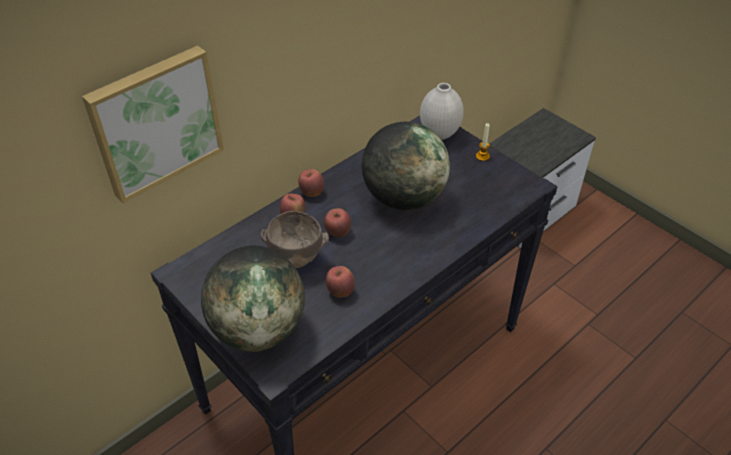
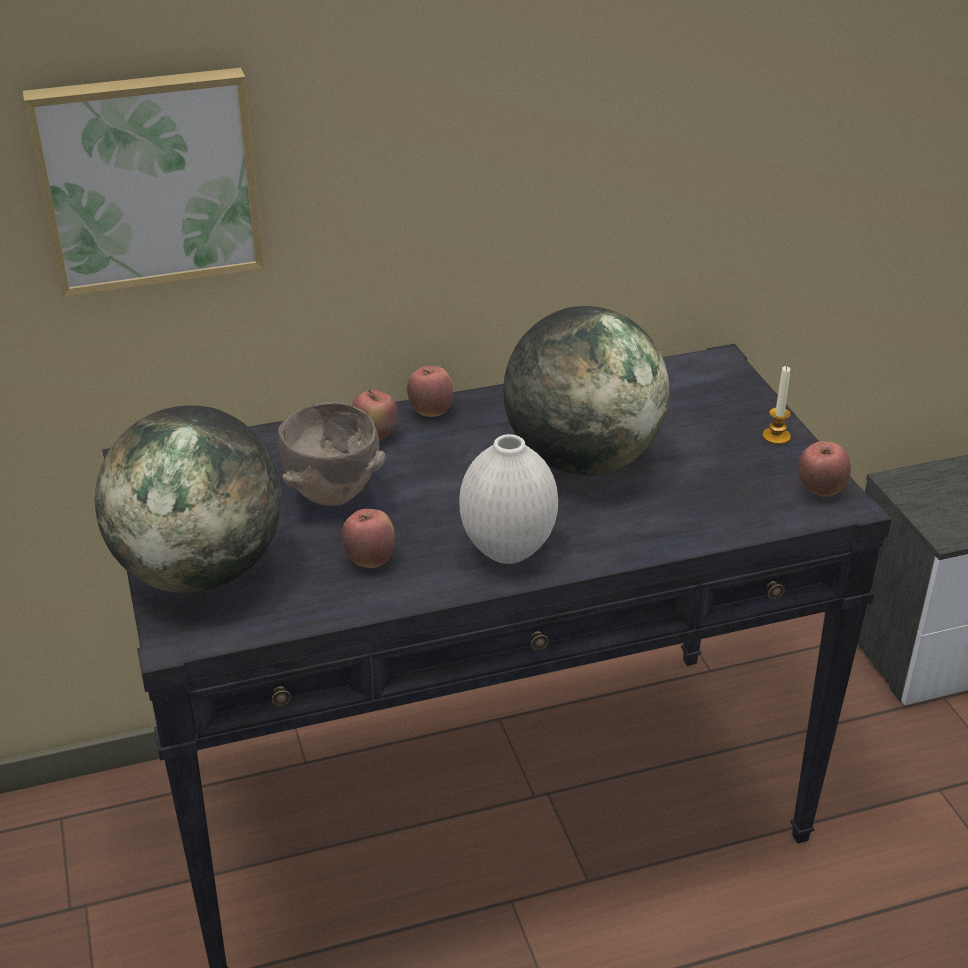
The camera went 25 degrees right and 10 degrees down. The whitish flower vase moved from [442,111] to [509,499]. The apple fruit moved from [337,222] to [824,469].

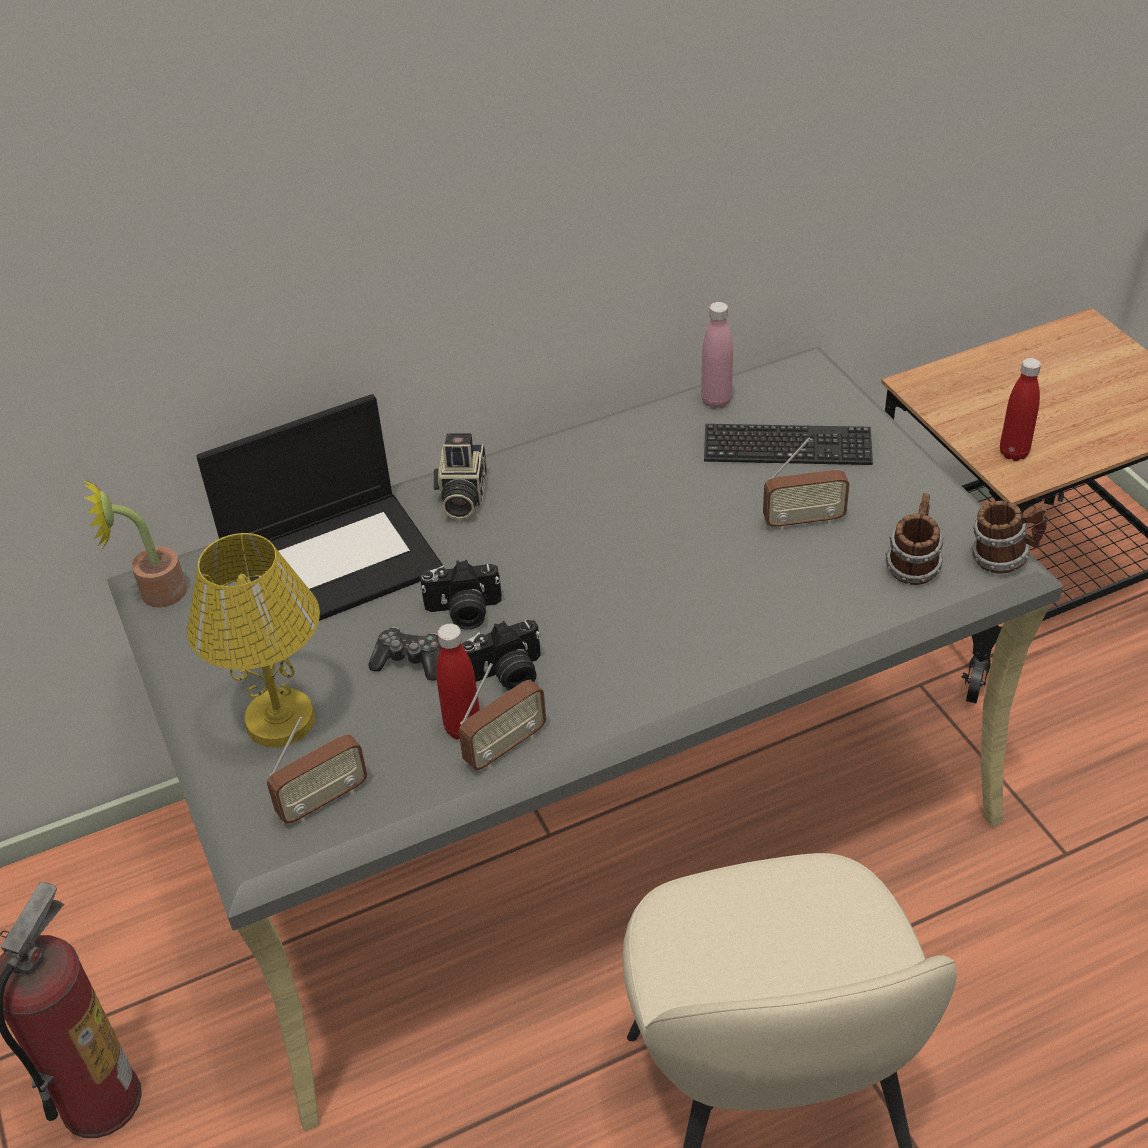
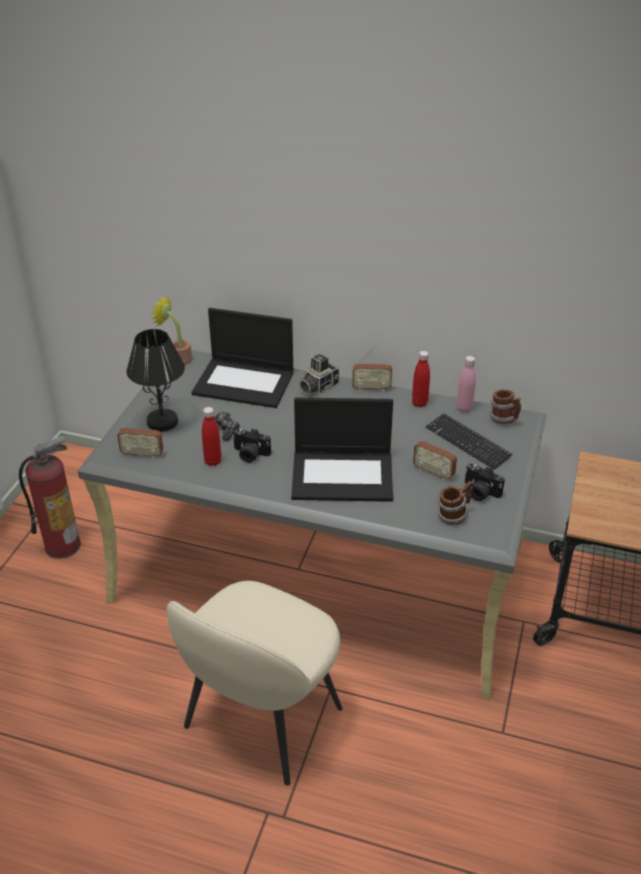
The camera went 40 degrees right and 5 degrees down. The yellow-coloured lamp for a table at [253,640] became the black-coloured lamp for a table at [155,380]. The notebook computer at [342,450] appeared. The radio moved from [502,716] to [372,368]. The reddish beverage bottle moved from [1020,409] to [421,379]. The photo camera moved from [461,595] to [485,483]. The coffee mug moved from [1009,537] to [505,406].

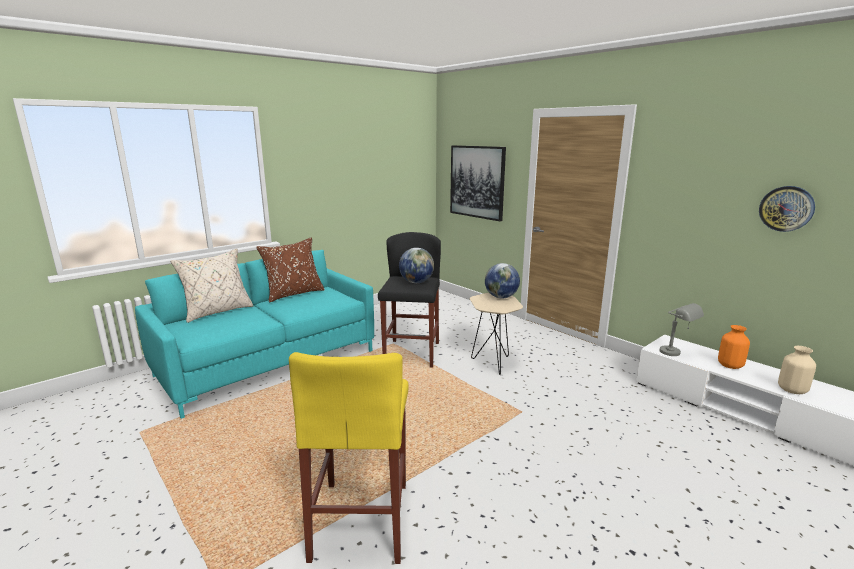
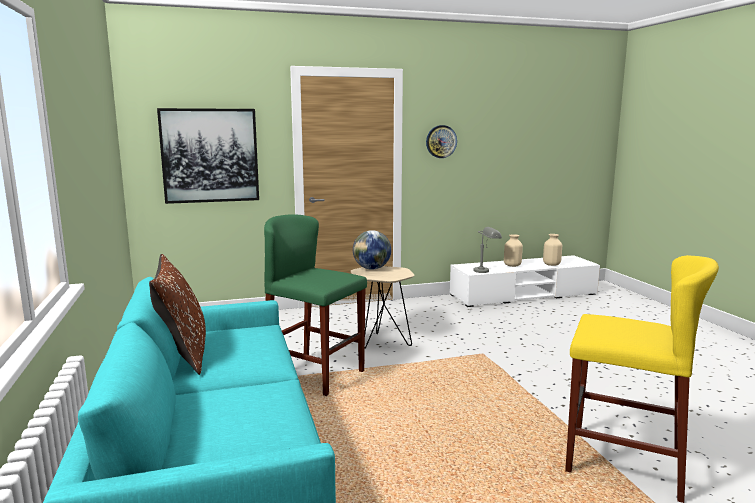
The camera went 65 degrees left and 5 degrees down. The black-coloured sitting stool at [409,300] became the green sitting stool at [315,305]. The clock on the wall moved from [787,209] to [441,141]. The orange flower vase at [734,347] became the sand-coloured flower vase at [513,250]. The sand-coloured cushion at [211,286] disappeared. The desk globe at [416,265] disappeared.

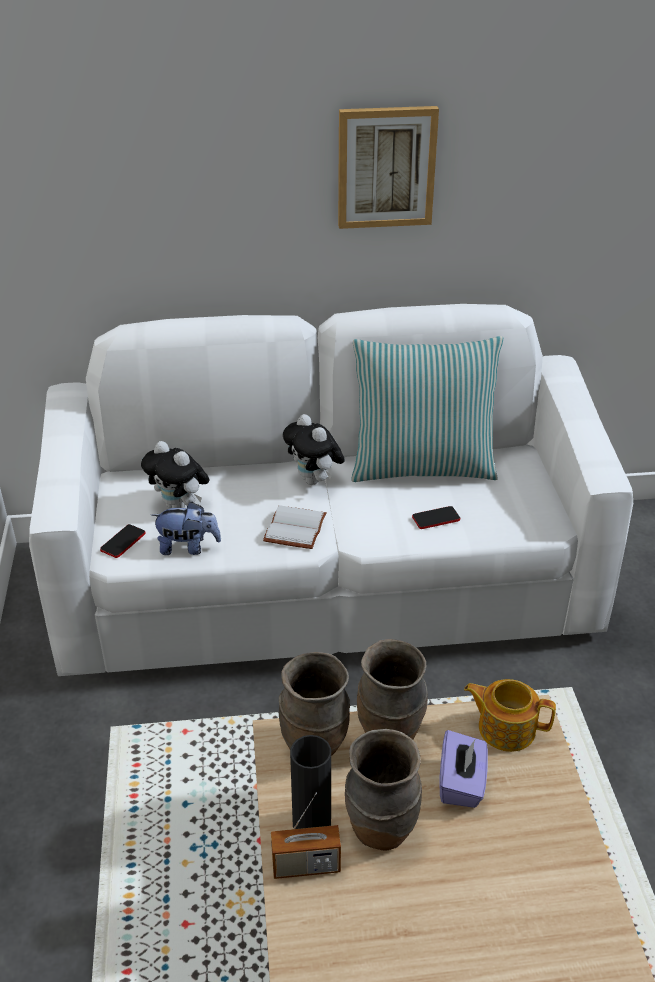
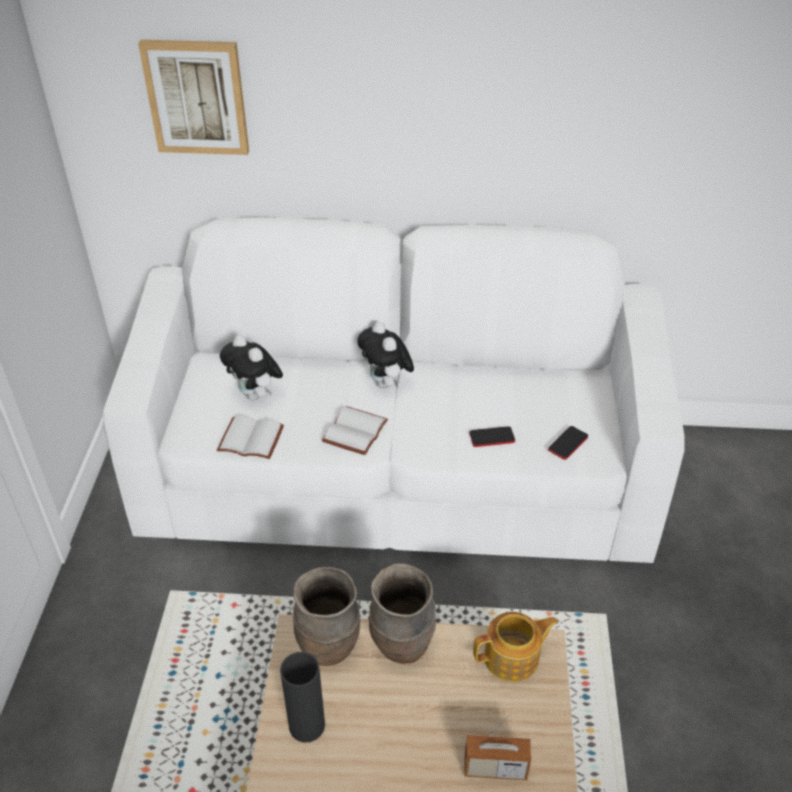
The camera went 10 degrees right and 5 degrees up. The wall art moved from [388,167] to [193,97]. The plush toy at [186,528] was replaced by the whitish volume at [250,437]. The radio moved from [306,835] to [497,745]. The tea pot at [510,715] turned 135 degrees clockwise. The handset moved from [122,541] to [568,443]. The brown flower vase at [383,790] disappeared. The cushion at [427,409] disappeared. The purple-coloured box of tissues at [464,769] disappeared.

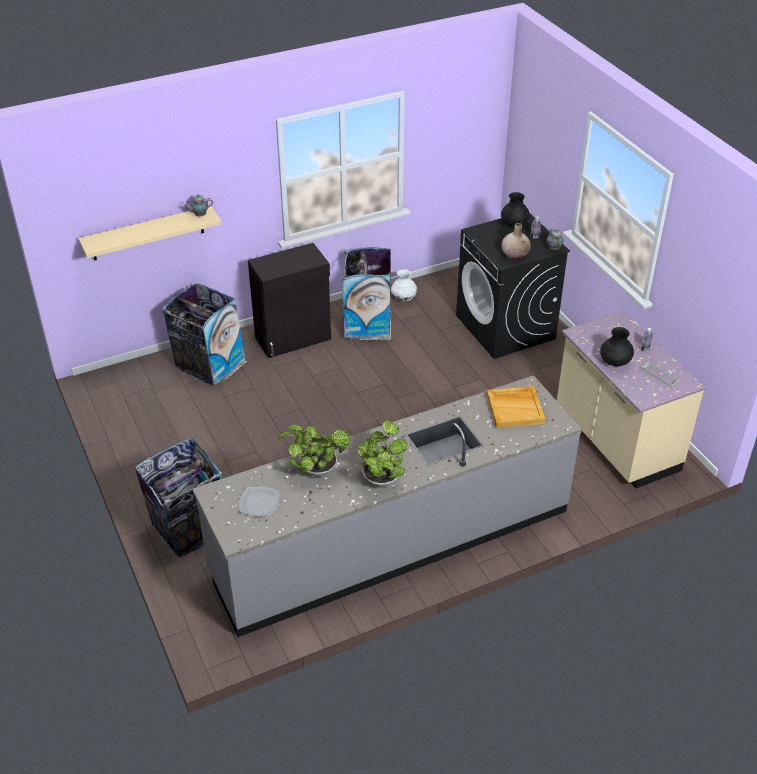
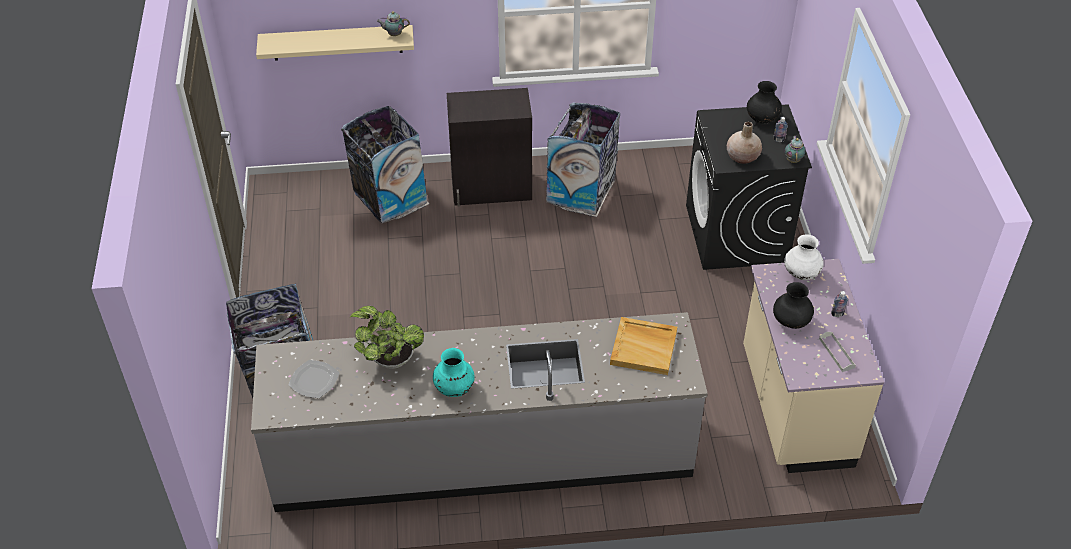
The camera went 20 degrees right and 5 degrees up. The plant in a pot at [382,453] was replaced by the turquoise flower vase at [454,372]. The whitish flower vase moved from [404,285] to [804,257].

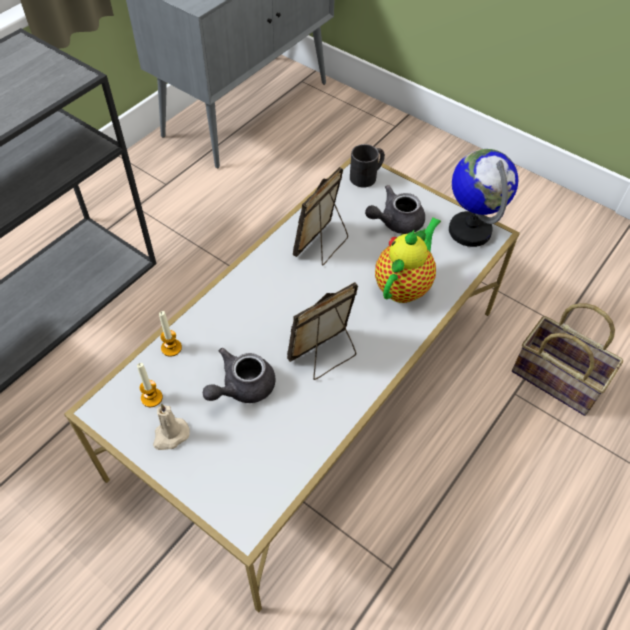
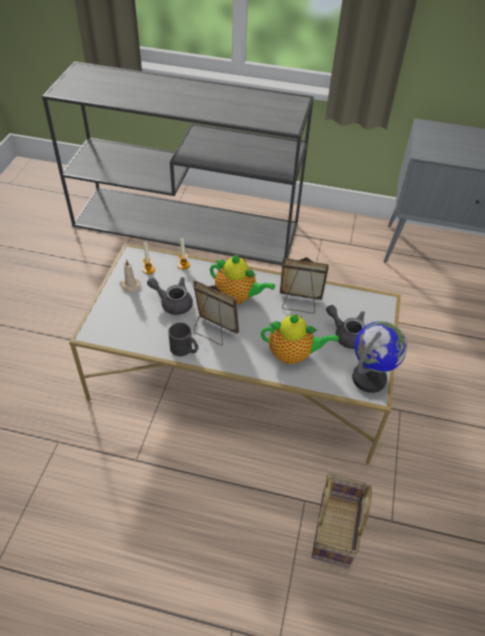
The camera went 65 degrees right and 5 degrees down. The black-coloured coffee mug moved from [367,166] to [183,339]. The tea pot at [242,279] appeared.

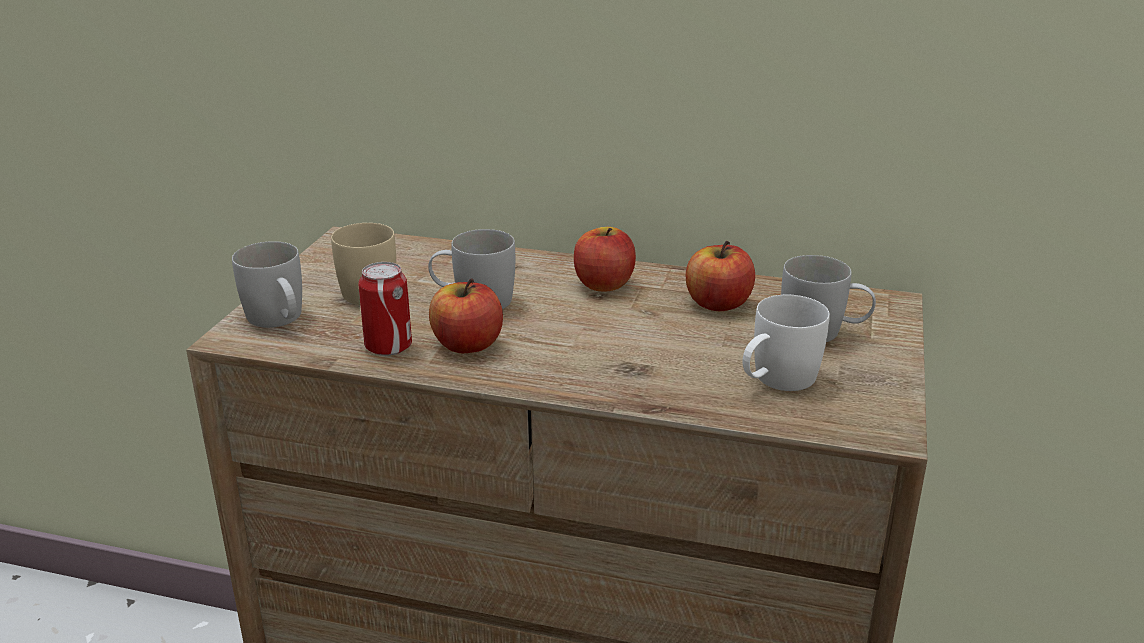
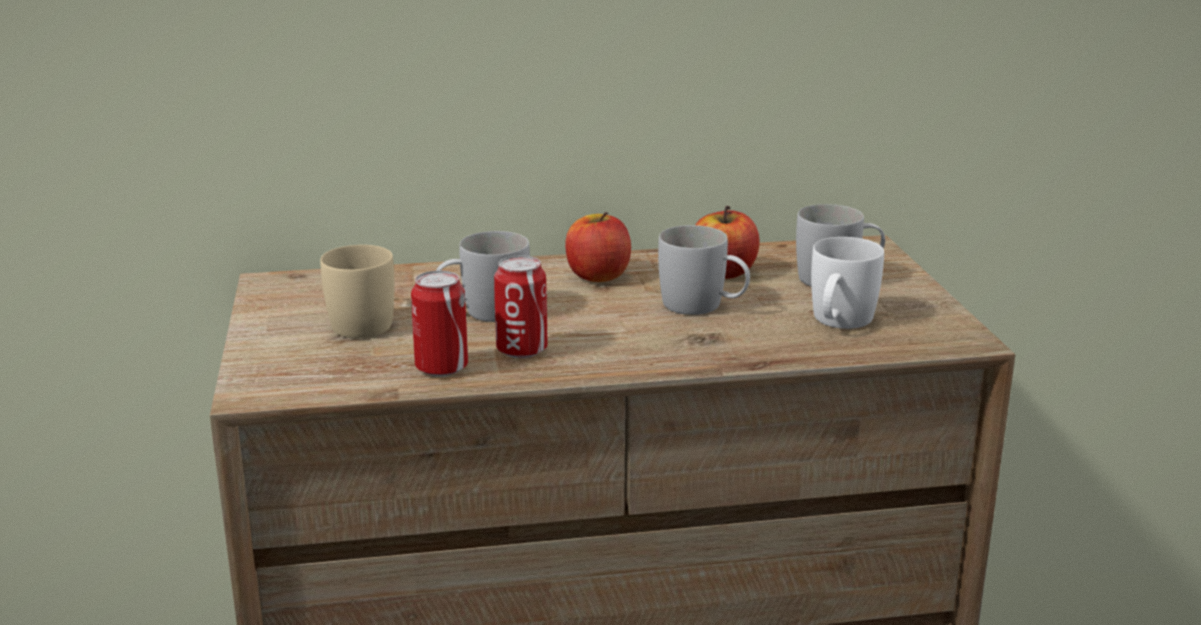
The camera went 25 degrees left and 5 degrees down. The apple fruit at [466,315] was replaced by the sealed can at [521,306]. The whitish coffee mug moved from [267,284] to [704,270].

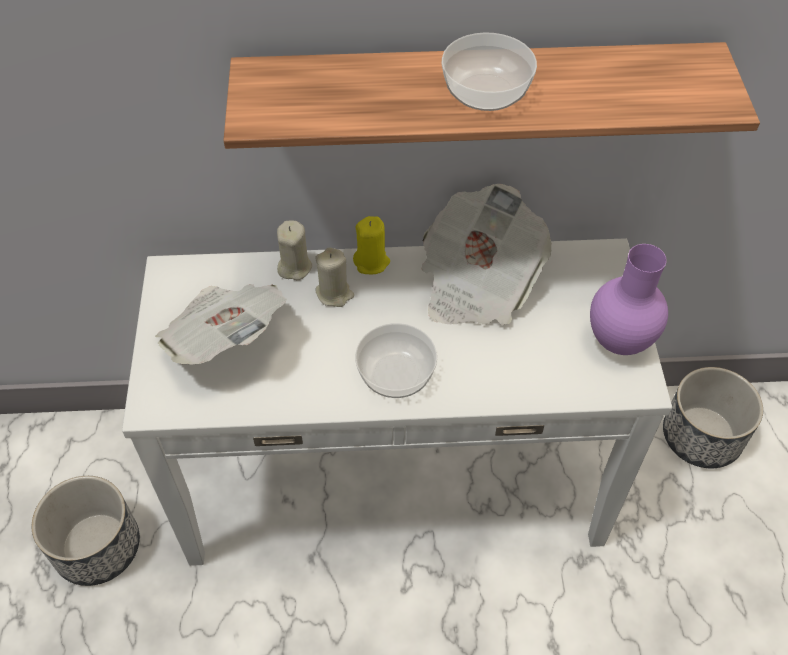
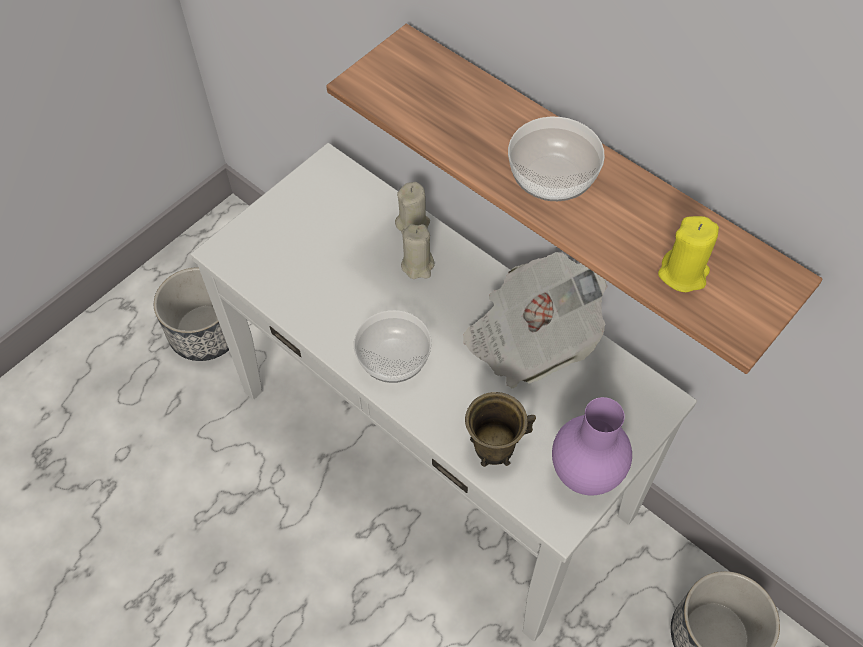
The camera went 45 degrees right and 5 degrees up. The brown coffee mug at [500,429] appeared. The yellow-coloured wax candle moved from [371,245] to [688,254]. The daily paper at [221,324] disappeared.

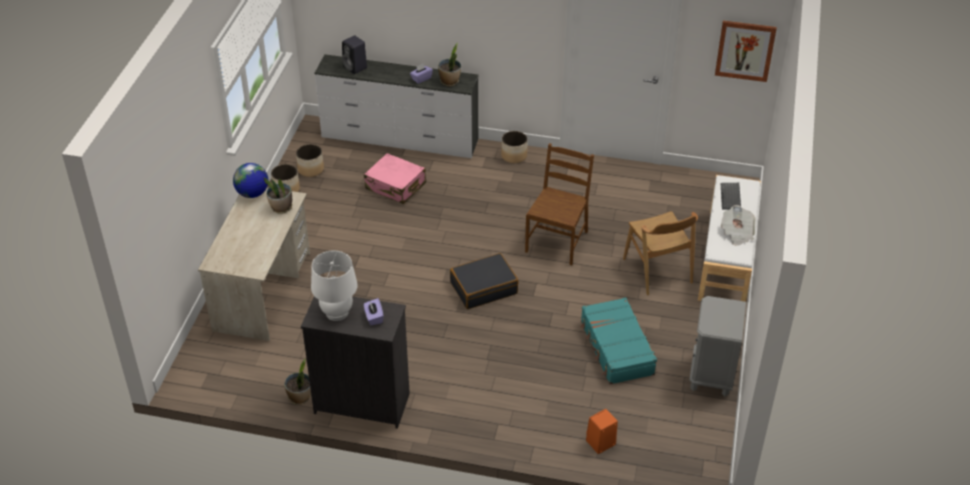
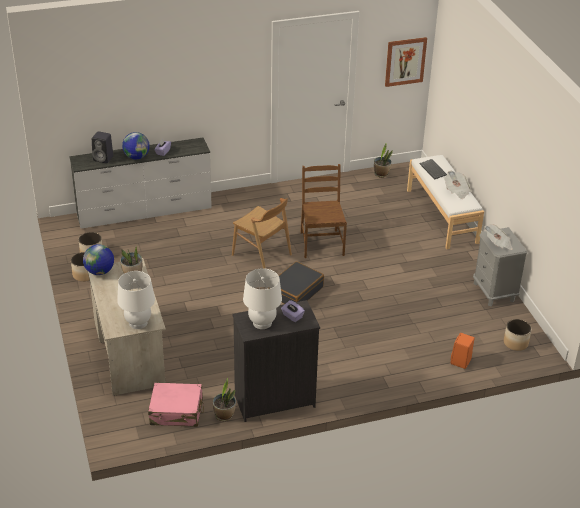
The camera went 30 degrees left and 5 degrees down. The whitish lamp for a table at [136,300] appeared. The desk globe at [136,145] appeared. The pinkish suitcase moved from [395,178] to [176,405]. The brown chair moved from [660,253] to [262,233]. The plant in a pot moved from [449,64] to [383,160]. The daily paper at [498,237] appeared. The plant pot moved from [514,147] to [518,335]. The turquoise suitcase at [618,340] disappeared.

